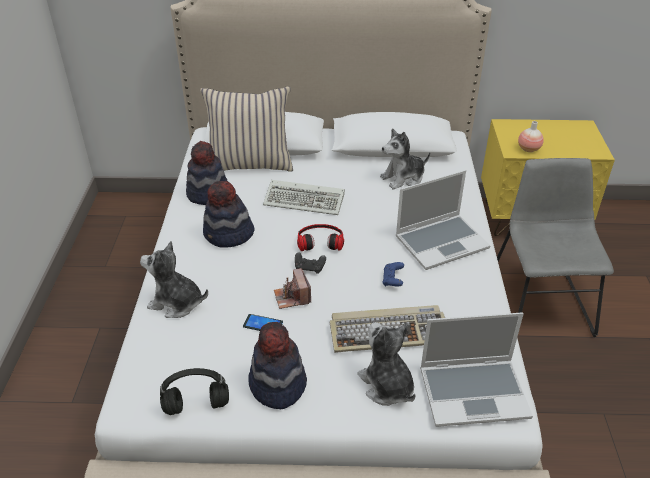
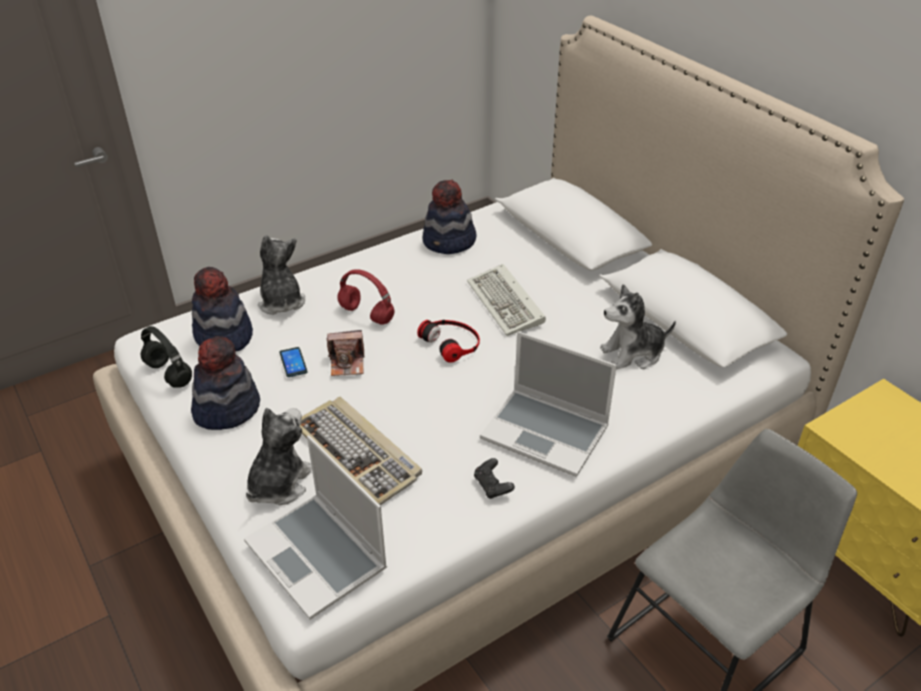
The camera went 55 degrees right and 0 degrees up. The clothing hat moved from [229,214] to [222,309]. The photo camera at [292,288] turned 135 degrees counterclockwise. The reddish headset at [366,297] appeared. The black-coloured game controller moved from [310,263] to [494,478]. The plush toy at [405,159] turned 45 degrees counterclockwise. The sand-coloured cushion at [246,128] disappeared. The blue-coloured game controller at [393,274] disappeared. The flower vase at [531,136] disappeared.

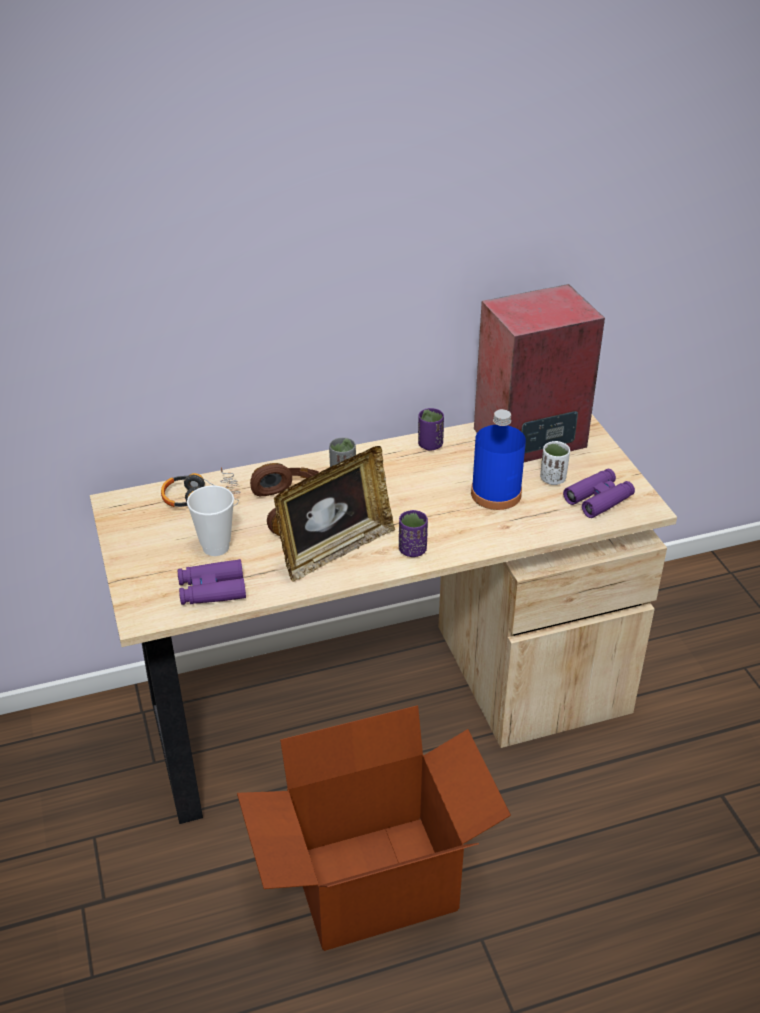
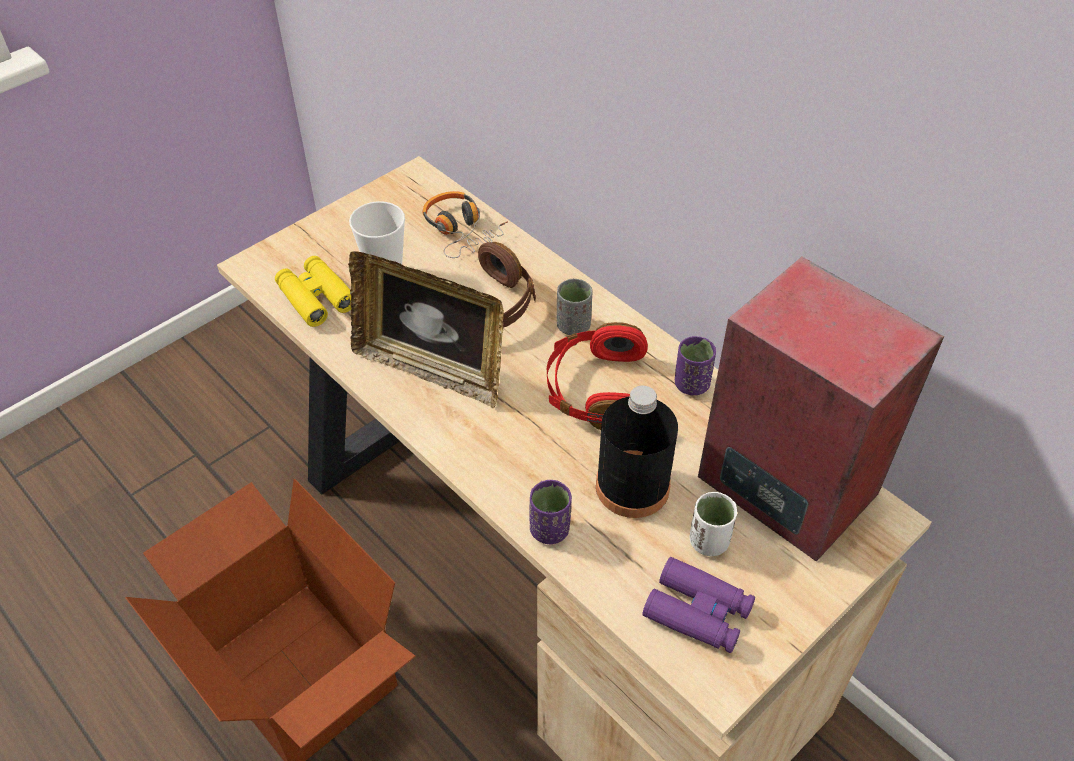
The camera went 65 degrees right and 10 degrees up. The purple-coloured binoculars at [212,582] became the yellow-coloured binoculars at [313,291]. The purple-coloured small cup moved from [413,533] to [551,512]. The reddish headset at [597,376] appeared. The blue-coloured beverage bottle at [498,459] became the black-coloured beverage bottle at [637,452].

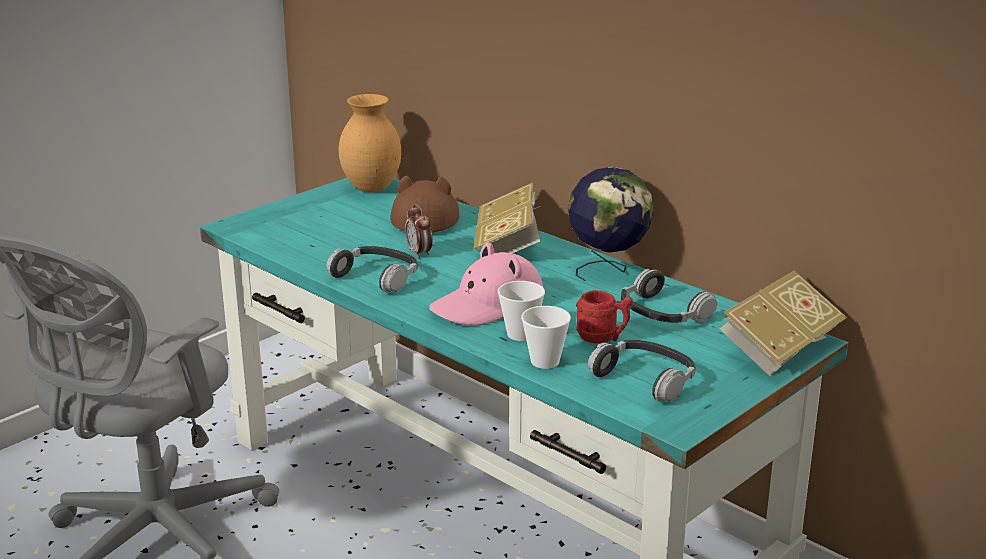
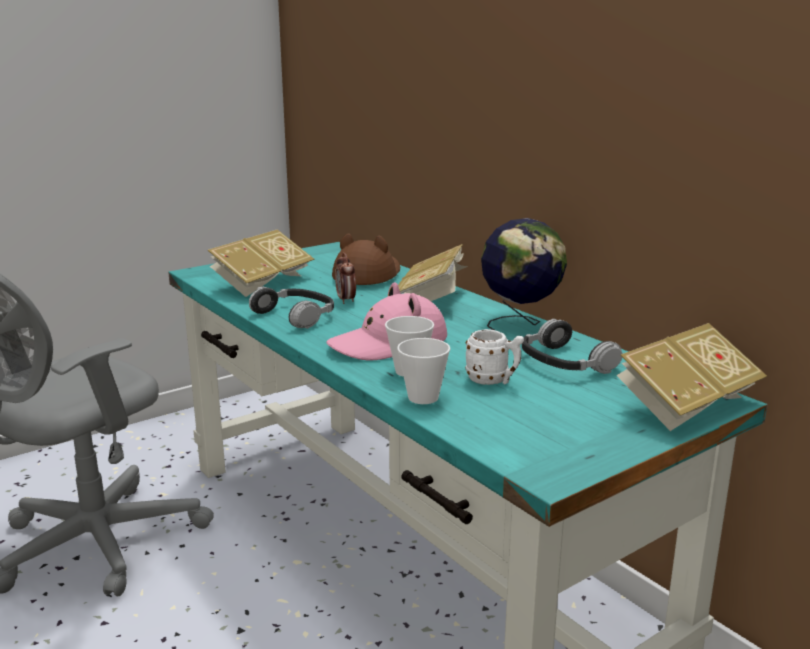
The camera went 10 degrees right and 5 degrees down. The volume at [261,263] appeared. The reddish coffee mug at [604,316] became the whitish coffee mug at [494,357]. The brown flower vase at [370,143] disappeared. The headset at [642,371] disappeared.

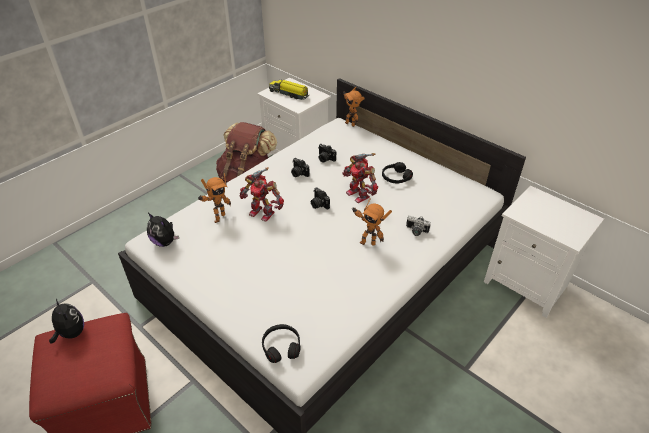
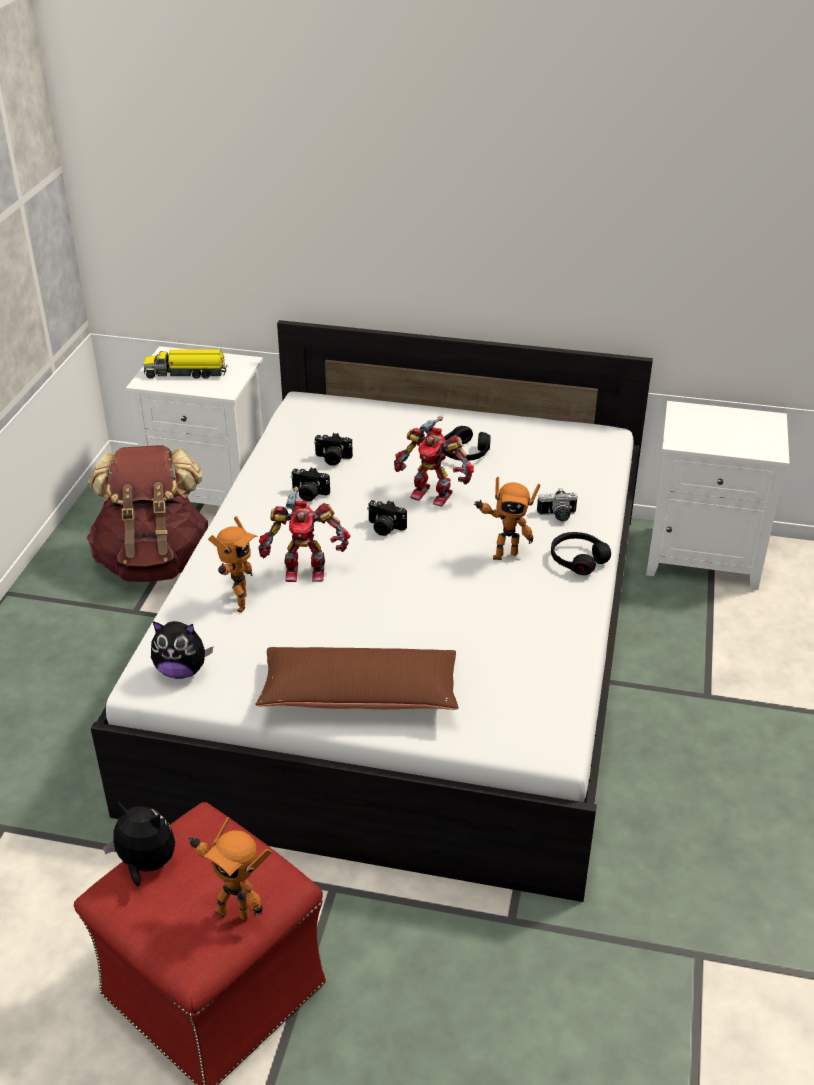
The camera went 30 degrees left and 5 degrees down. The toy robot moved from [354,107] to [229,868]. The brown cushion at [356,678] appeared. The black-coloured headset moved from [281,343] to [581,553].

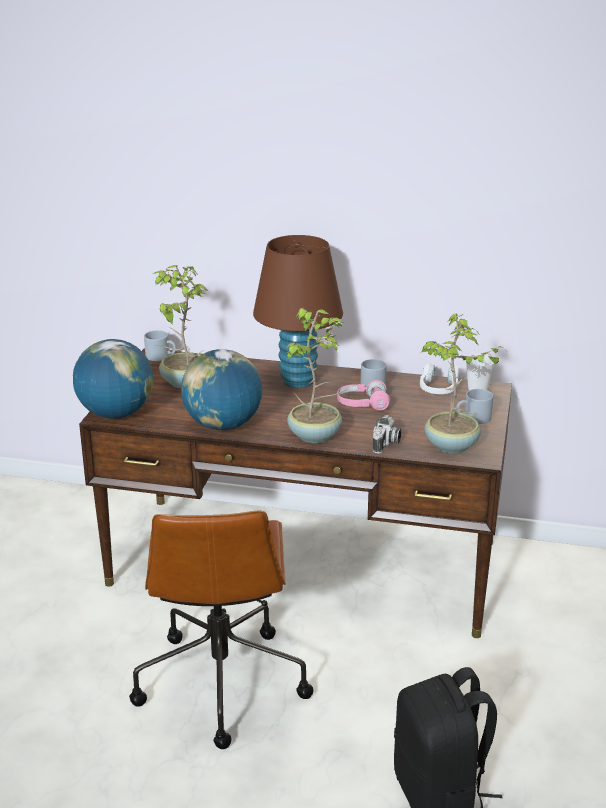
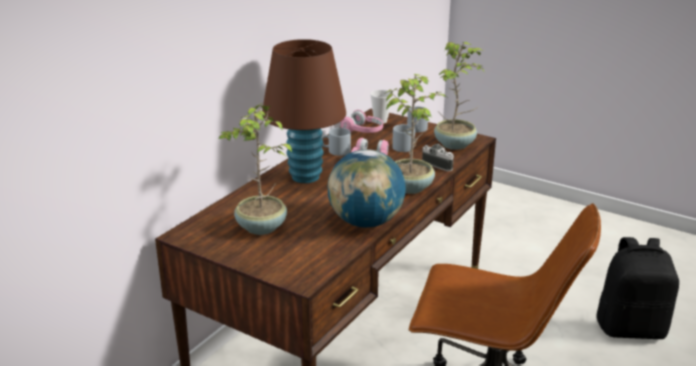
The camera went 70 degrees left and 0 degrees up. The whitish headset at [440,378] became the pinkish headset at [362,121]. The gray coffee mug moved from [160,345] to [403,138]. The desk globe at [113,379] disappeared.

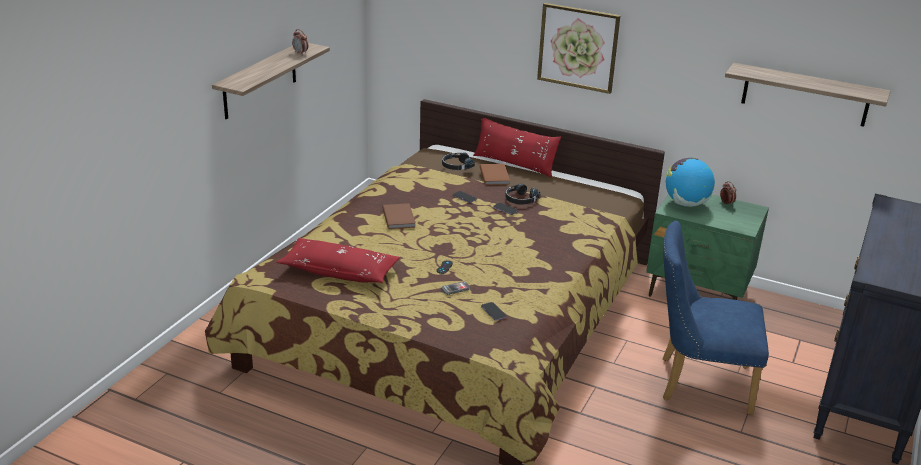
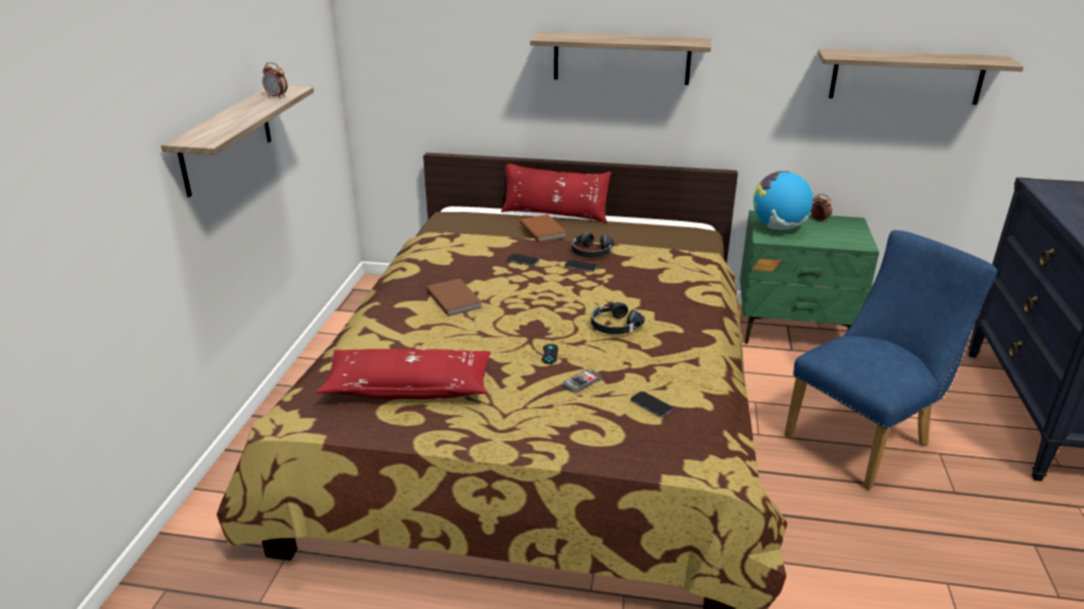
The camera went 15 degrees left and 0 degrees up. The wall art at [578,48] was replaced by the wall shelf at [620,58]. The black-coloured headset moved from [458,161] to [618,318]. The blue-coloured chair at [716,318] turned 150 degrees clockwise.

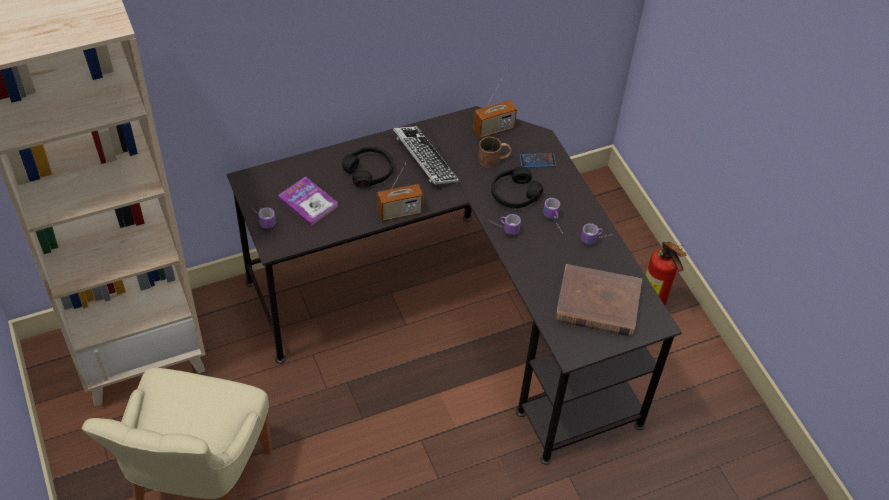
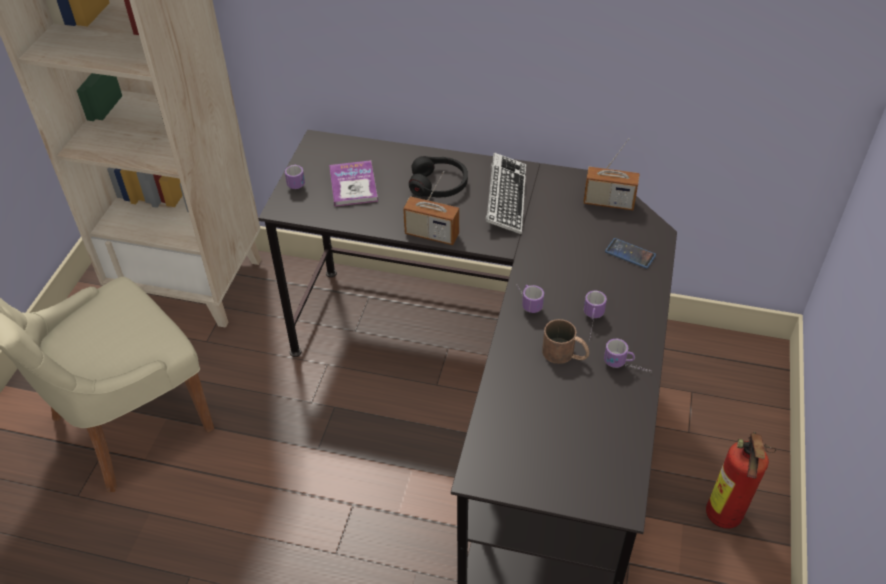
The camera went 40 degrees right and 5 degrees down. The brown coffee mug moved from [495,152] to [565,341]. The black-coloured headset at [517,187] disappeared. The brown volume at [598,300] disappeared.

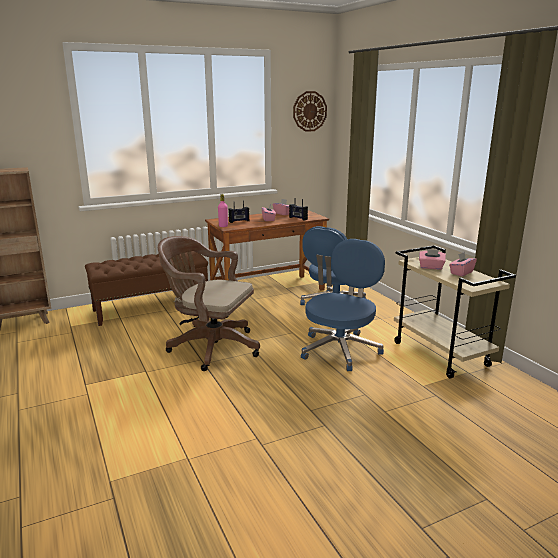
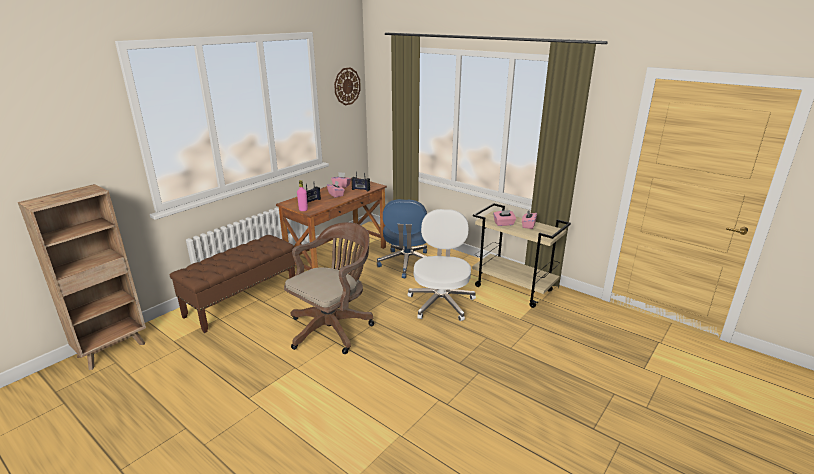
The camera went 25 degrees left and 5 degrees up. The brown desk chair at [209,303] turned 135 degrees clockwise. The blue-coloured desk chair at [343,305] became the whitish desk chair at [442,265].

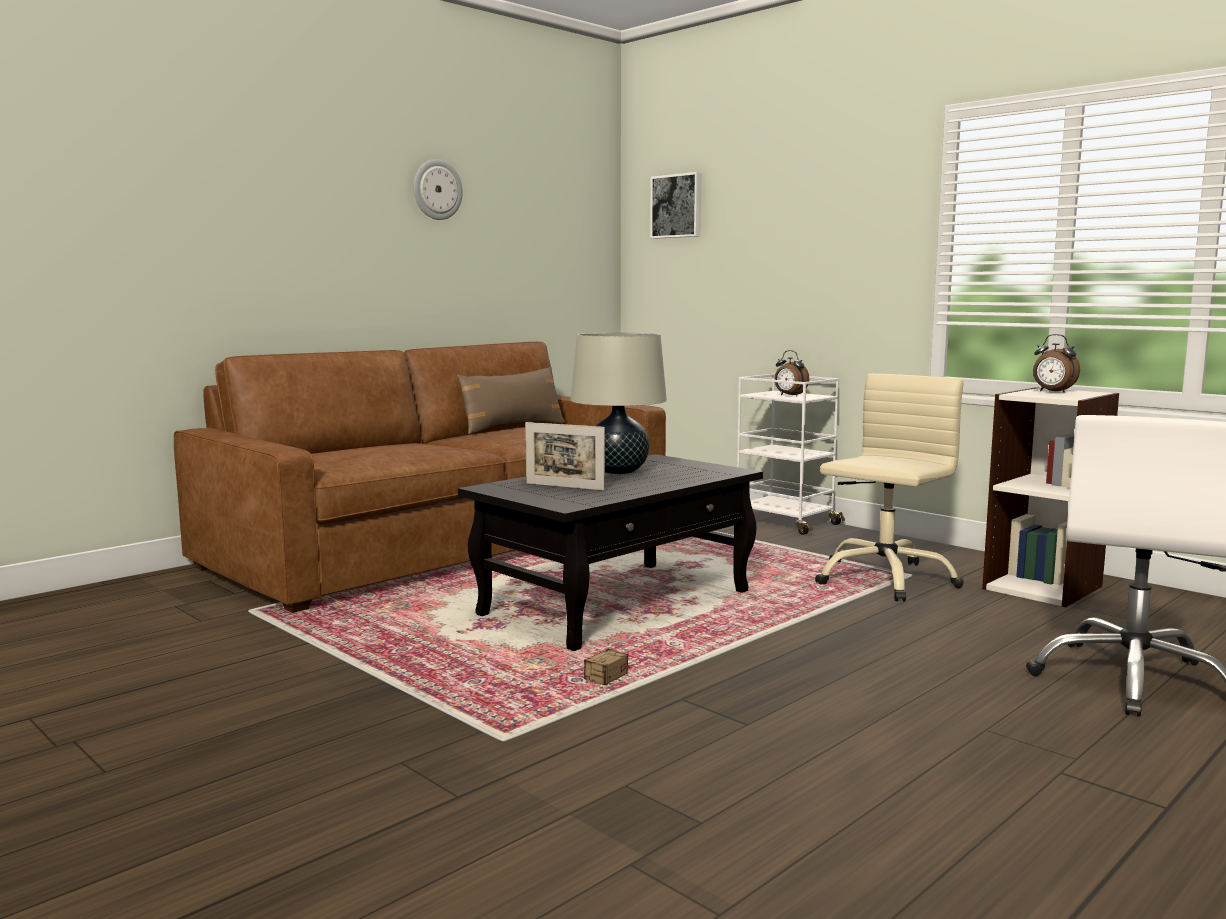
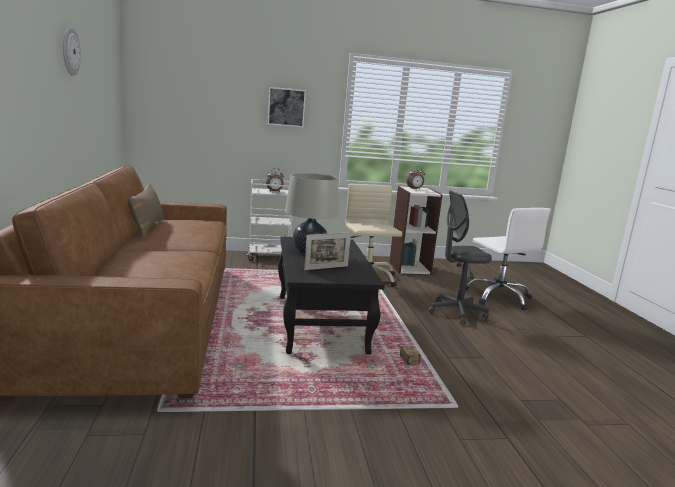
The camera went 55 degrees left and 5 degrees up. The wall art moved from [675,205] to [287,107]. The gray desk chair at [460,257] appeared.

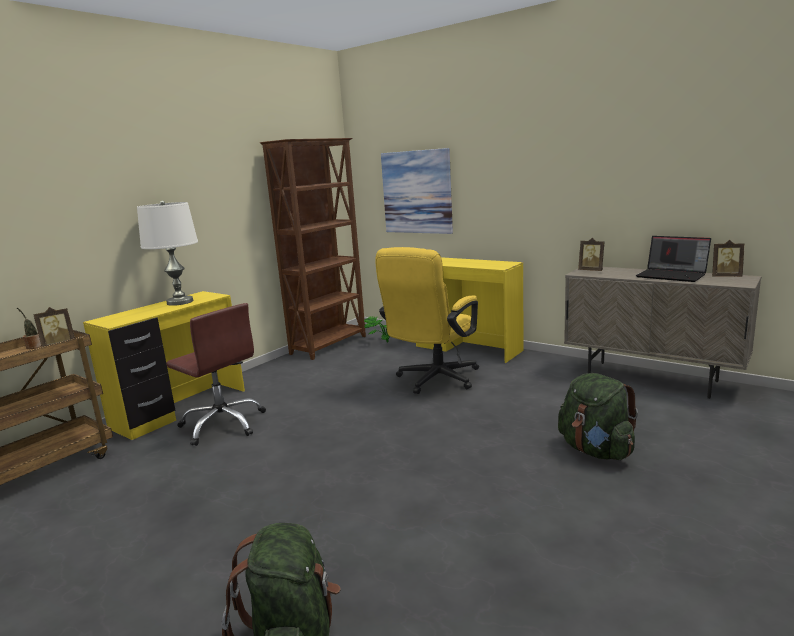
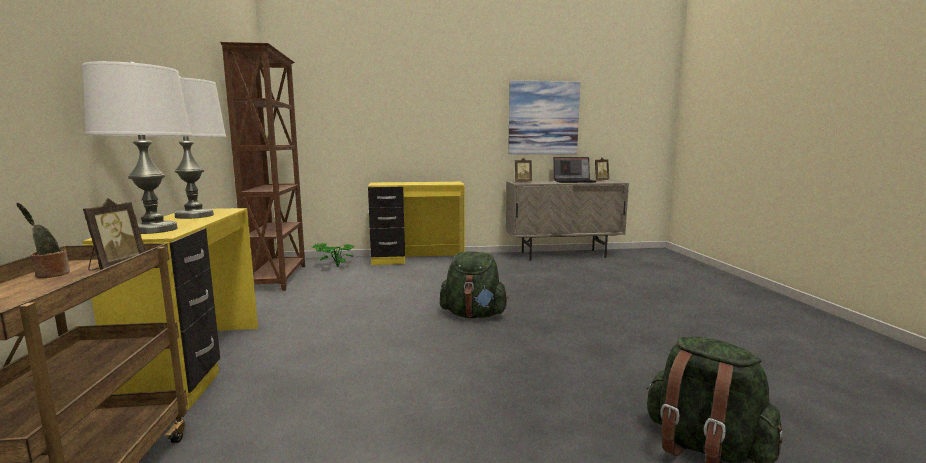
The camera went 45 degrees left and 5 degrees down. The whitish lamp for a table at [137,147] appeared. The green backpack moved from [598,416] to [474,285]. The wall art moved from [417,191] to [544,117]. The brown desk chair at [216,374] disappeared. The yellow-coloured desk chair at [427,320] disappeared.

